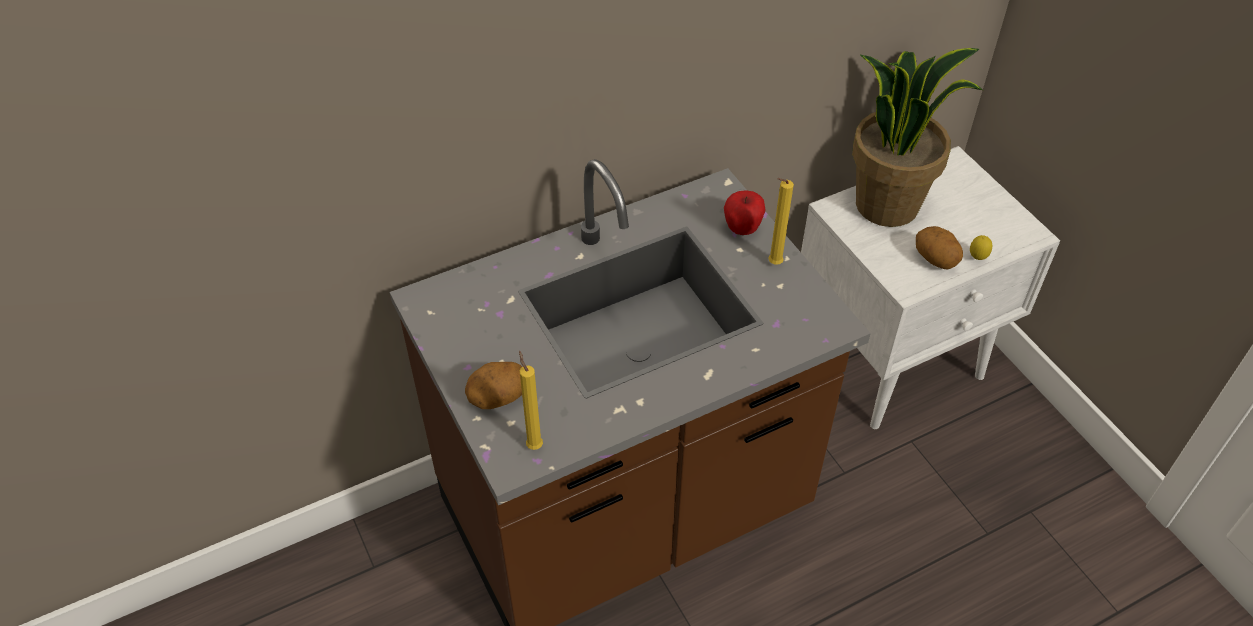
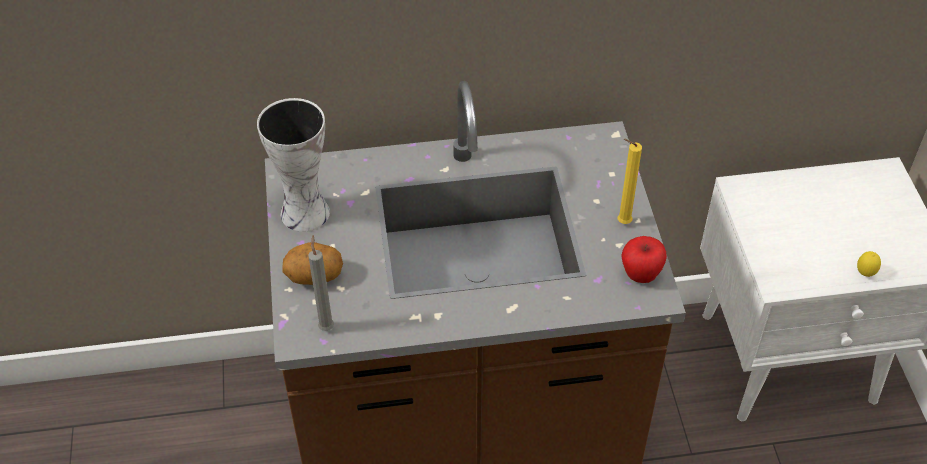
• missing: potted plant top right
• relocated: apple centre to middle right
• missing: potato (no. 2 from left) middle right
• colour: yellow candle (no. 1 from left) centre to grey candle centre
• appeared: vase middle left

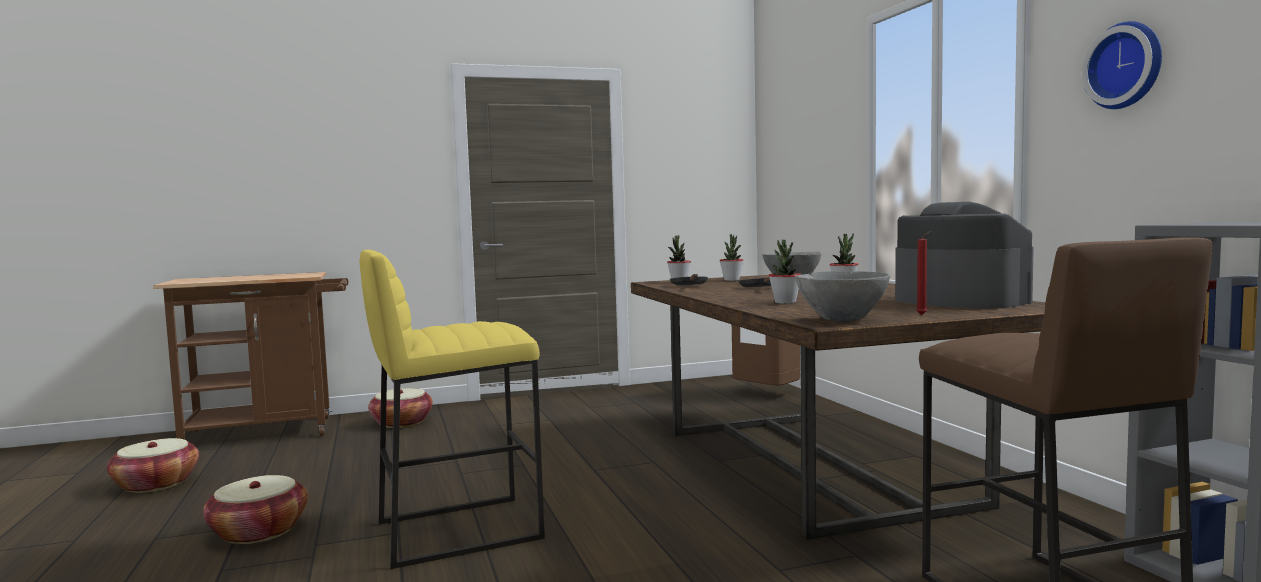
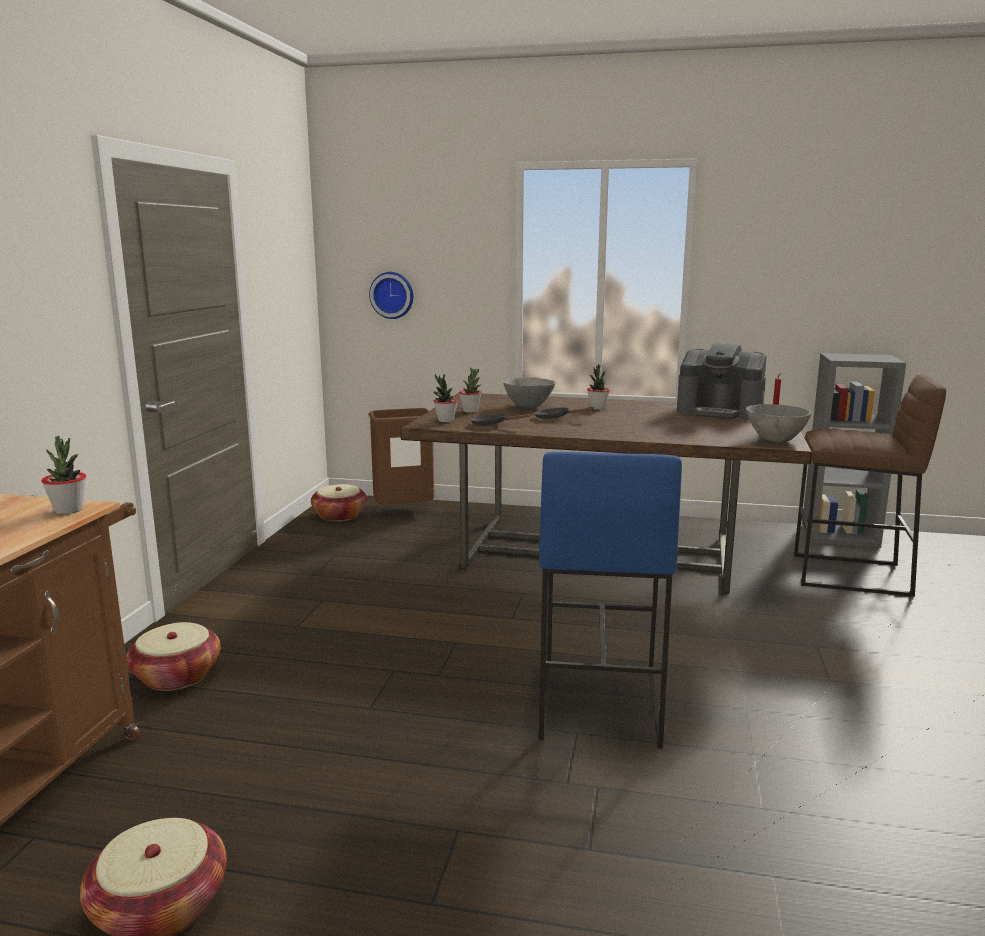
• relocated: wall clock top right to top centre
• spun: coffee machine middle right = middle right 150 degrees counterclockwise
• relocated: potted plant (no. 3 from left in the first image) centre to potted plant (no. 1 from left) middle left
• colour: yellow stool bottom centre to blue stool centre
• relocated: basket (no. 2 from left in the first image) bottom left to basket (no. 3 from left) centre

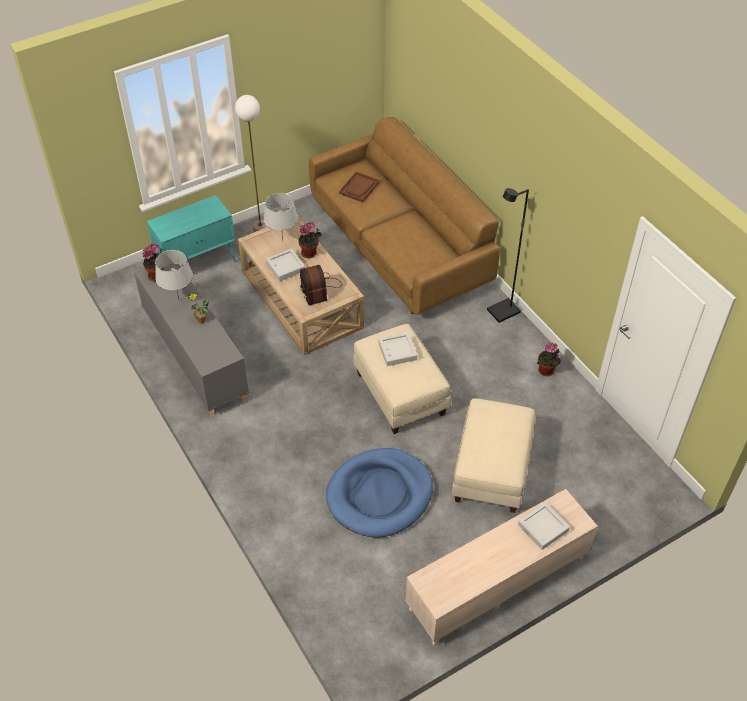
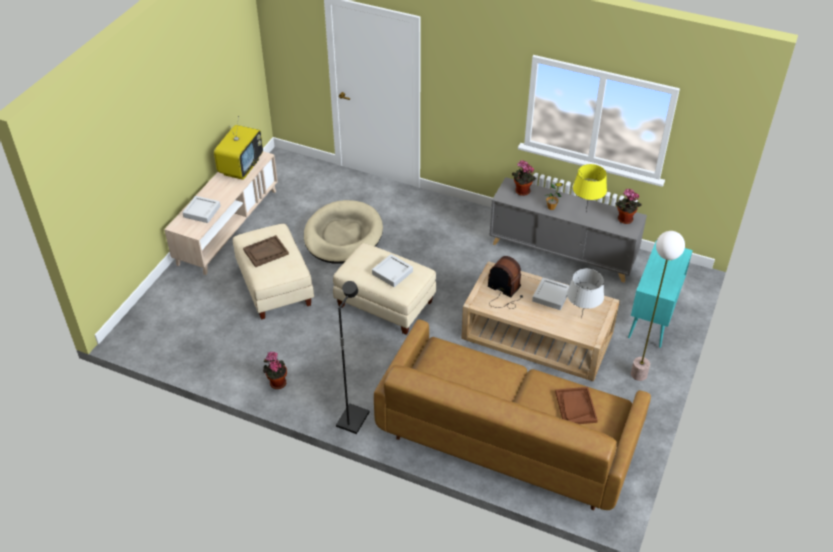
• relocated: potted plant (no. 3 from left in the first image) centre to potted plant (no. 2 from left) top centre
• colour: grey table lamp (no. 1 from left) middle left to yellow table lamp middle right
• colour: blue dog bed bottom centre to beige dog bed centre
• appeared: television top left
• appeared: brown tray (no. 1 from left) middle left

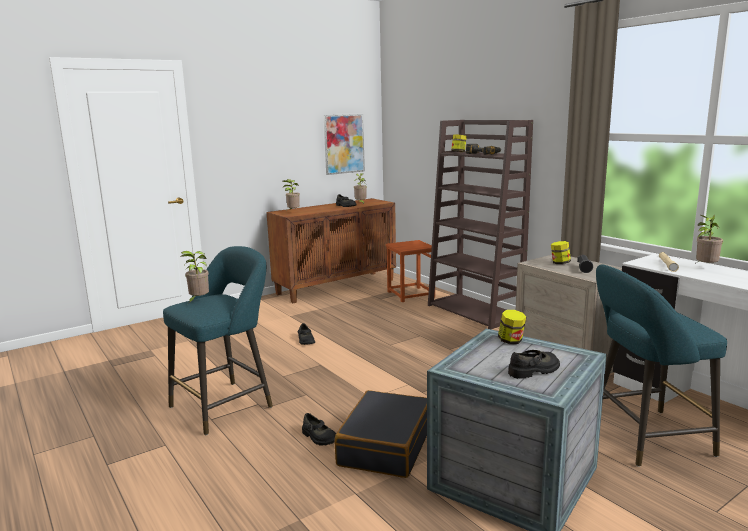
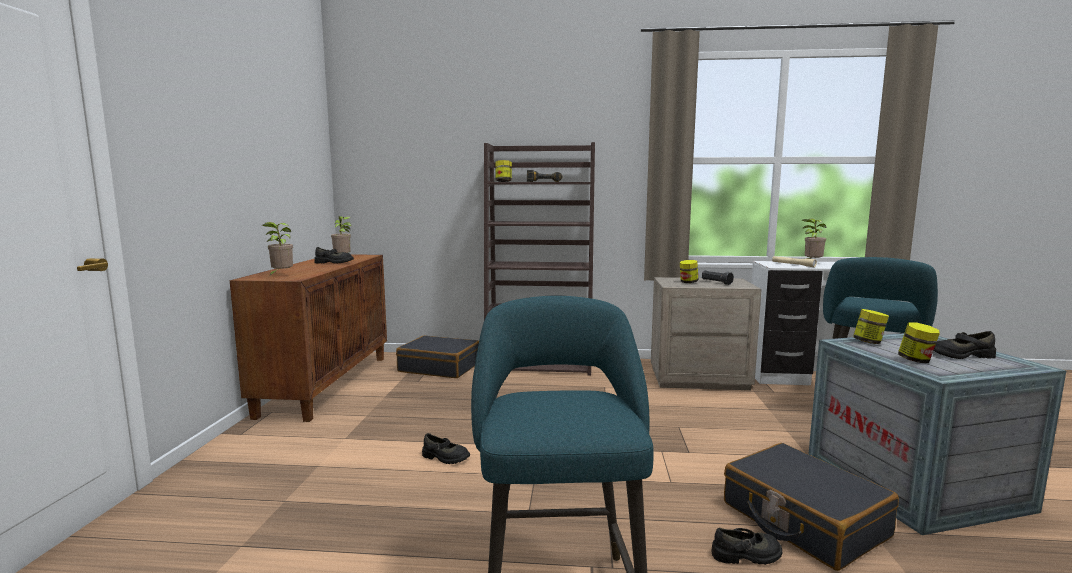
• missing: picture top centre
• exchanged: brown stool centre to black suitcase (no. 1 from left) centre
• missing: potted plant (no. 1 from left) middle left
• spun: black shoe (no. 4 from left) bottom right = middle right 105 degrees counterclockwise
• appeared: jar (no. 4 from left) middle right

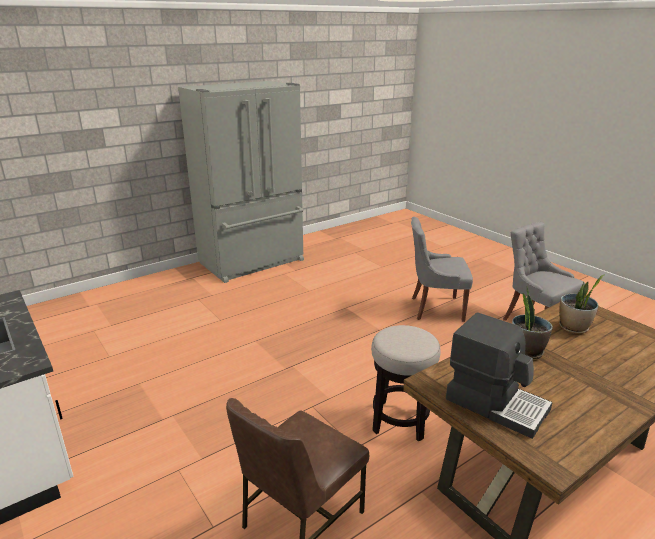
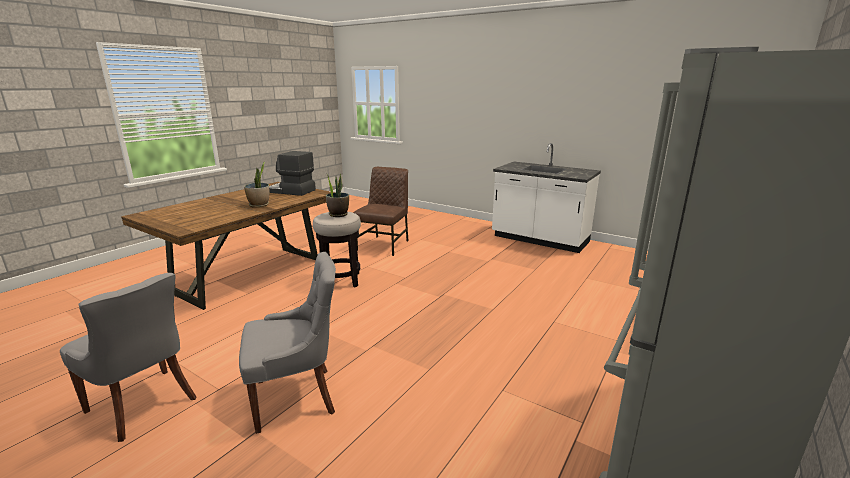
• relocated: potted plant (no. 2 from left) middle right to centre

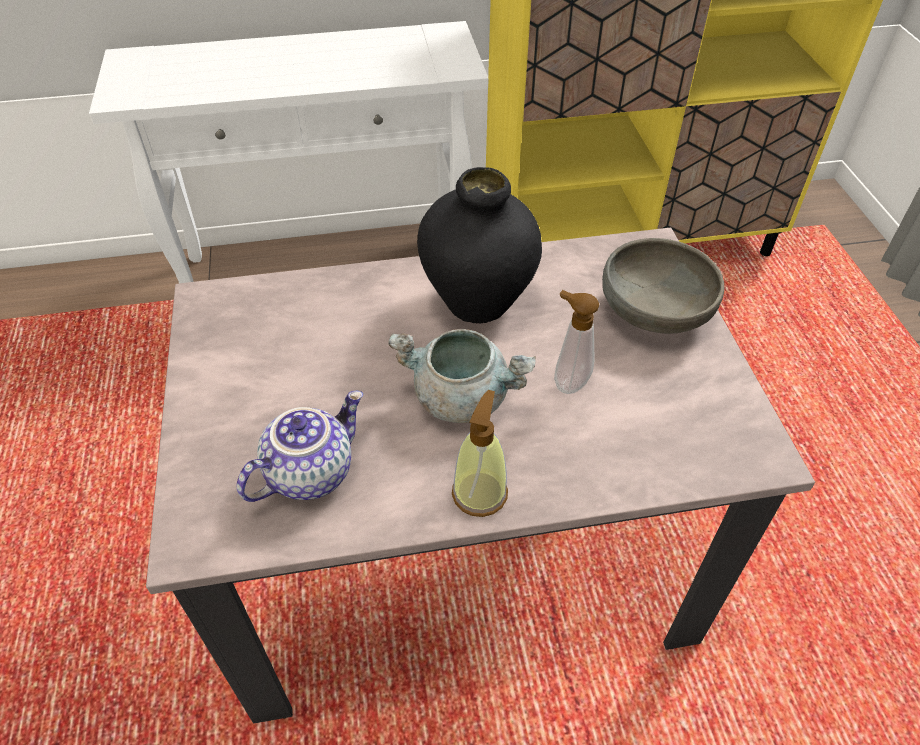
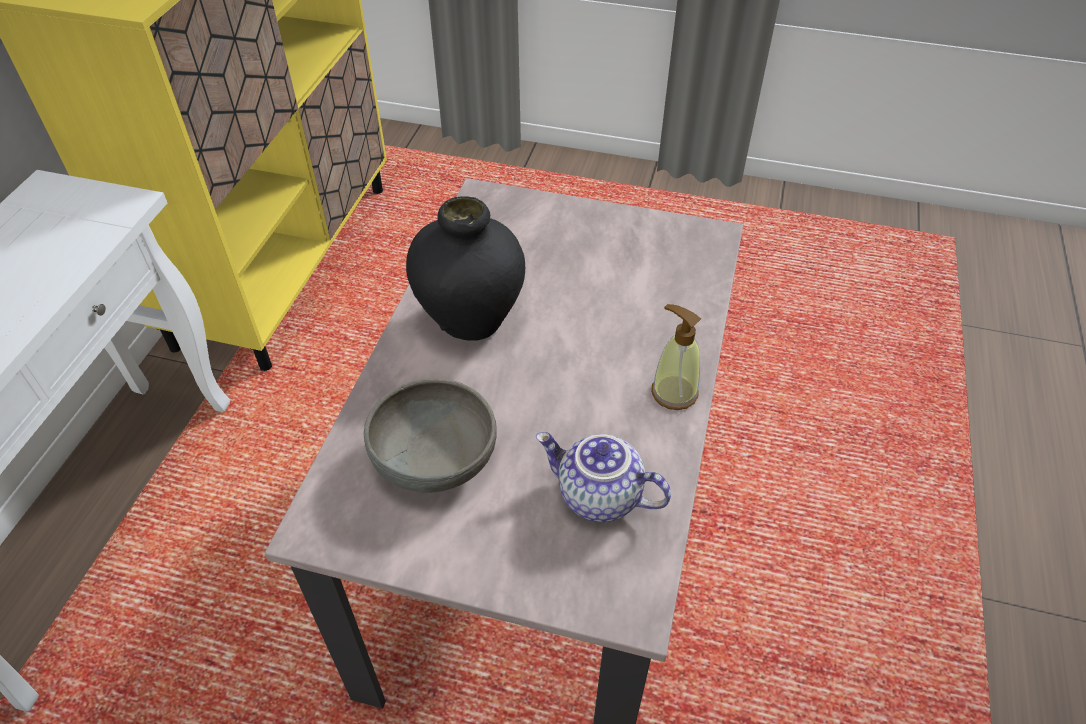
• relocated: grey bowl middle right to centre
• missing: soap dispenser (no. 2 from left) centre
• missing: grey cooking pot centre
• spun: teapot middle left = centre 45 degrees counterclockwise

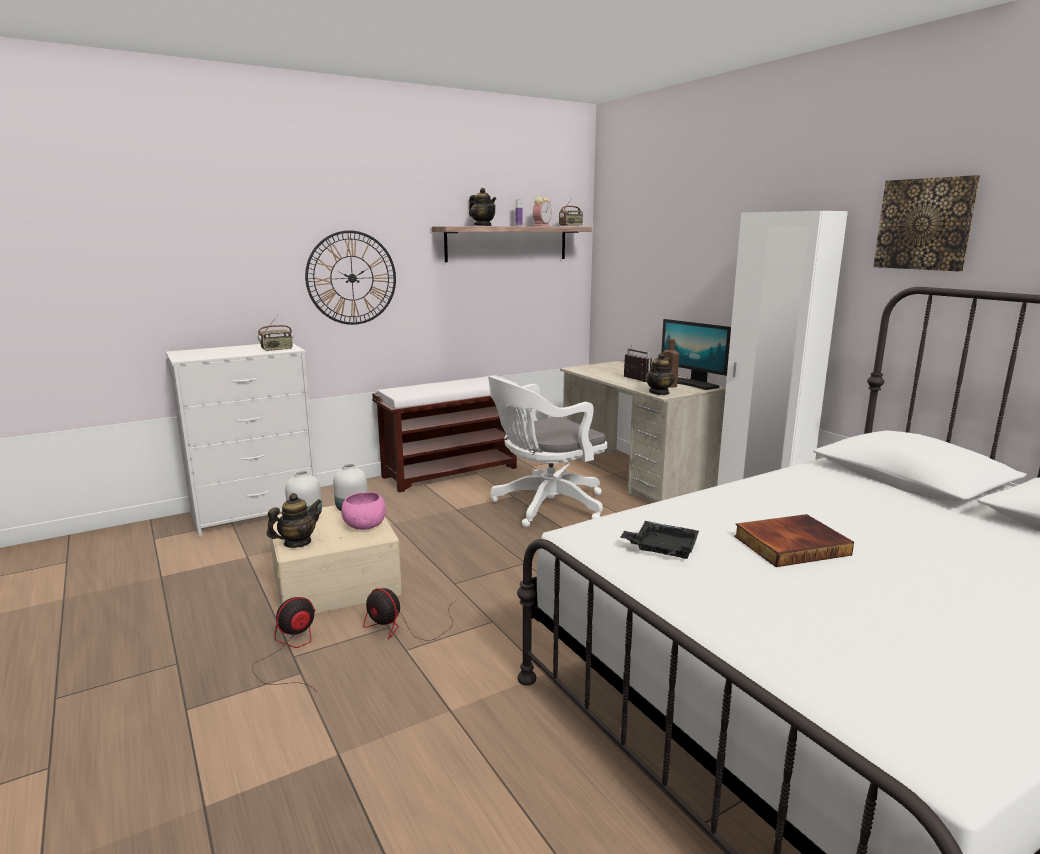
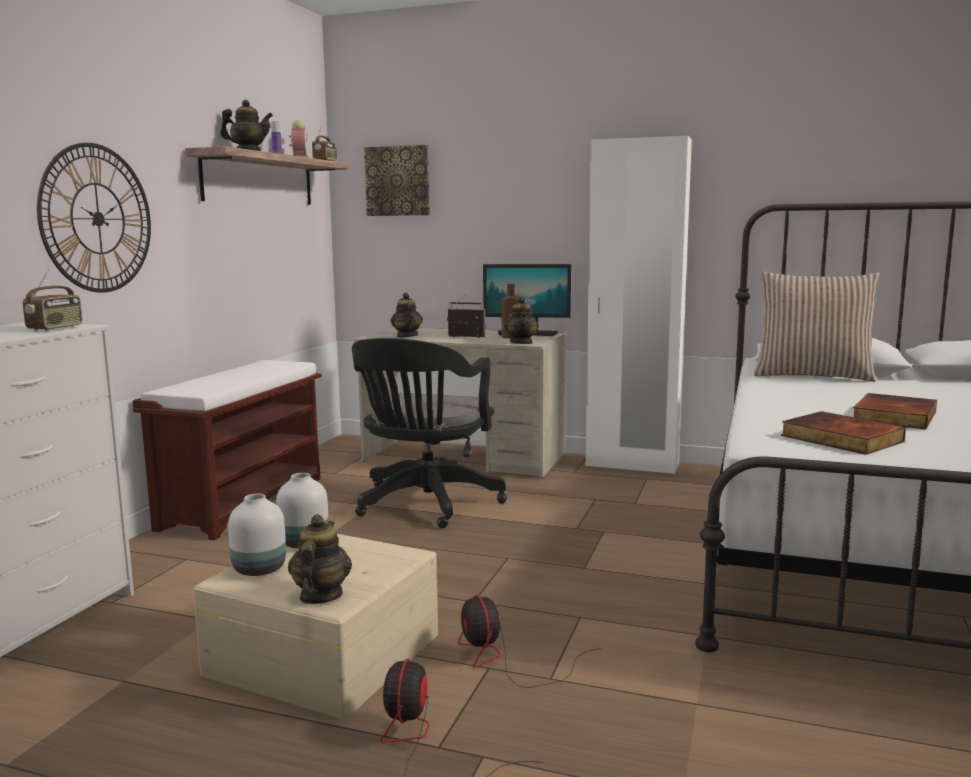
• relocated: picture top right to top centre
• colour: white office chair centre to black office chair centre
• missing: pink bowl centre
• exchanged: black tray centre to book (no. 1 from left) middle right
• spun: fan (no. 2 from left) bottom centre = bottom centre 75 degrees clockwise
• appeared: pillow middle right
• appeared: teapot (no. 3 from left) centre

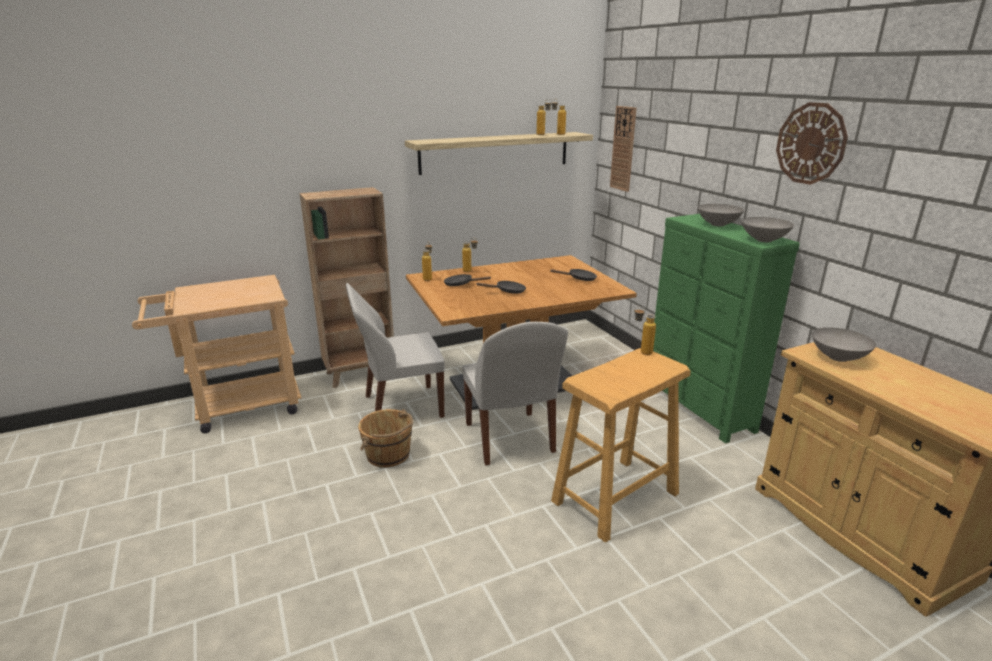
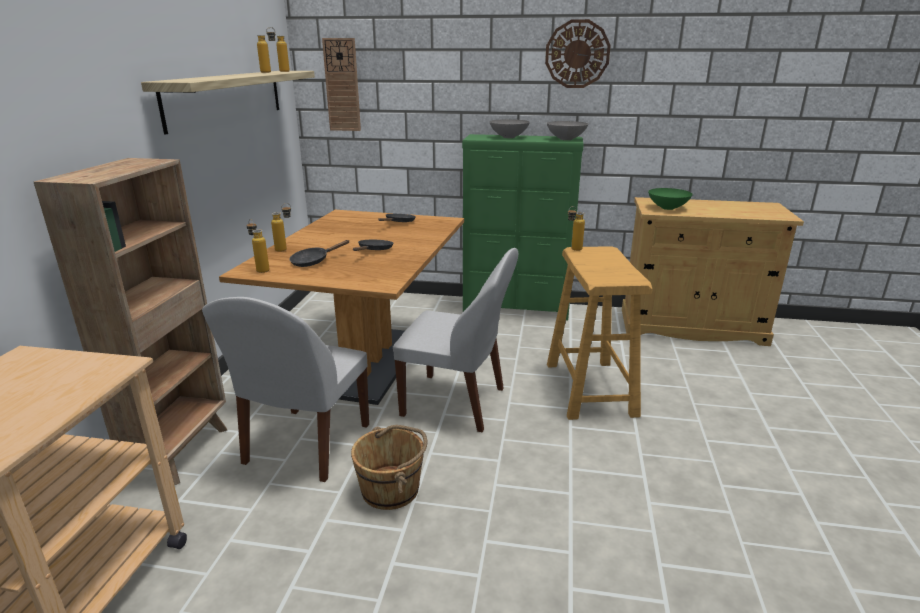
• colour: grey bowl (no. 3 from left) middle right to green bowl top right

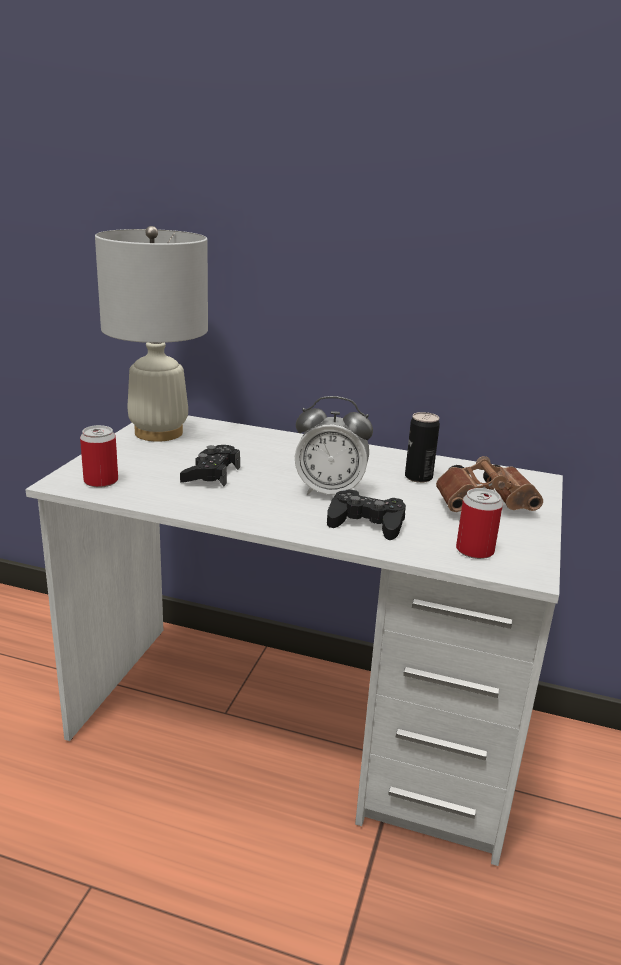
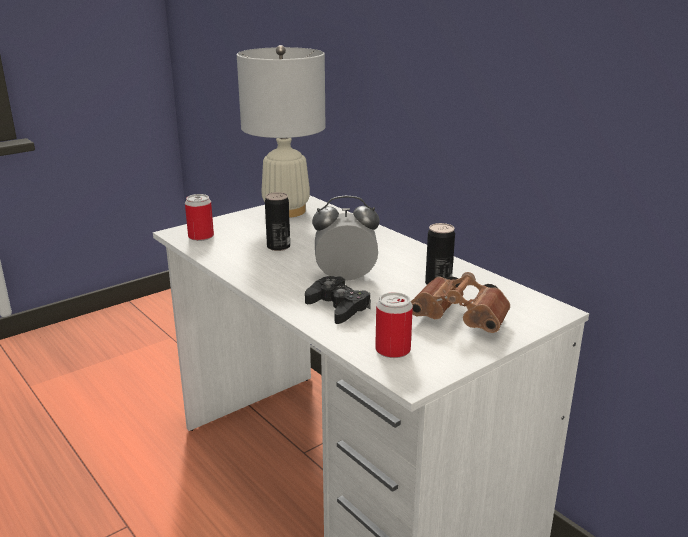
• spun: alarm clock centre = centre 135 degrees clockwise
• exchanged: black game controller (no. 1 from left) centre to can (no. 2 from left) centre

